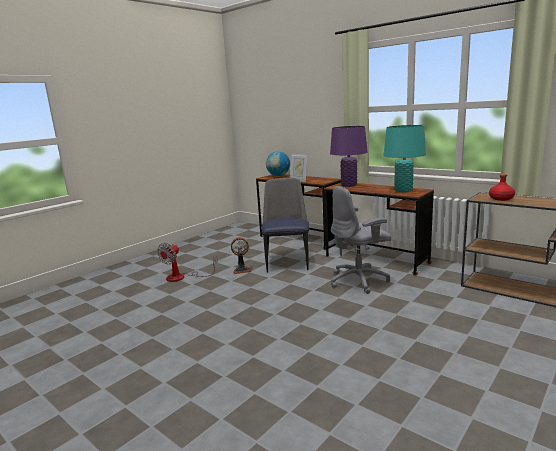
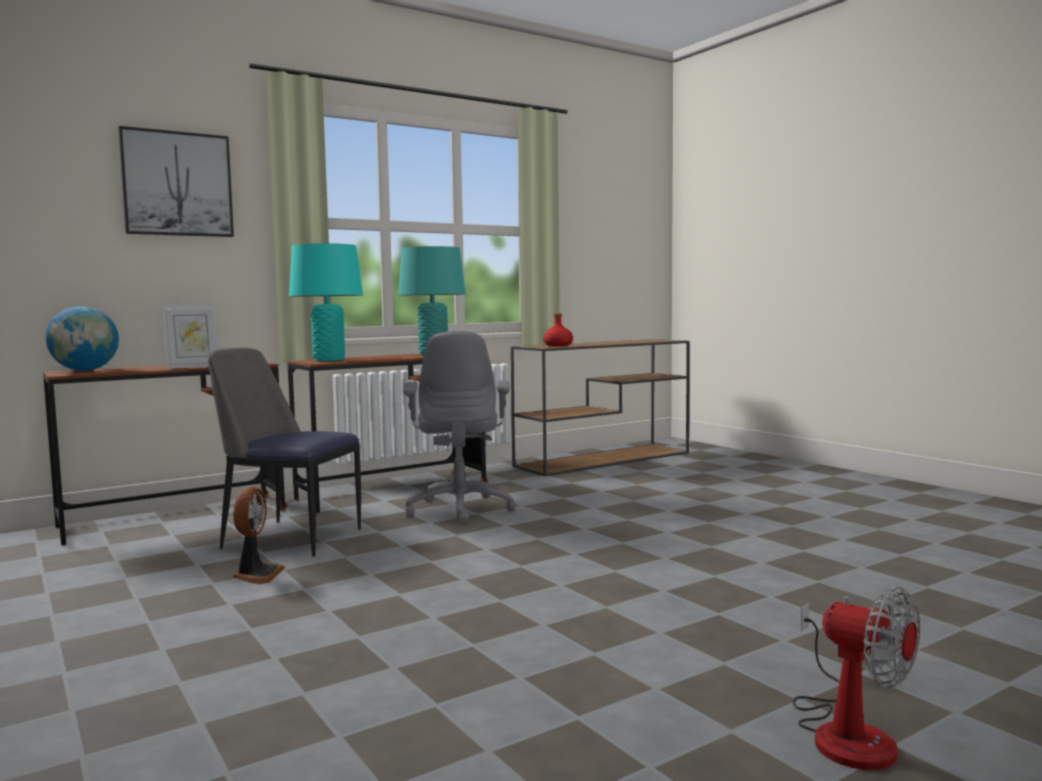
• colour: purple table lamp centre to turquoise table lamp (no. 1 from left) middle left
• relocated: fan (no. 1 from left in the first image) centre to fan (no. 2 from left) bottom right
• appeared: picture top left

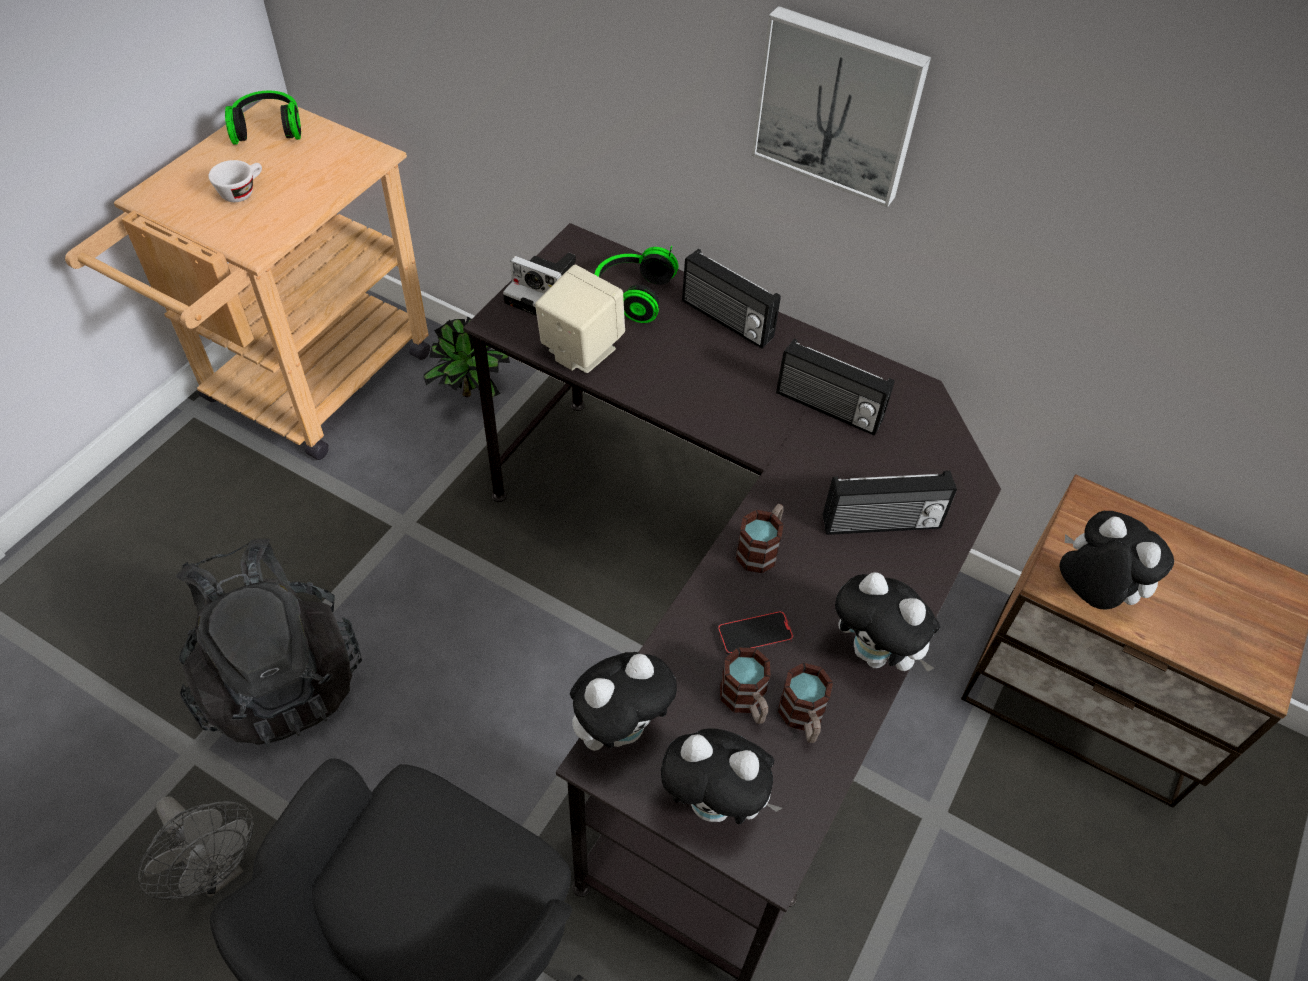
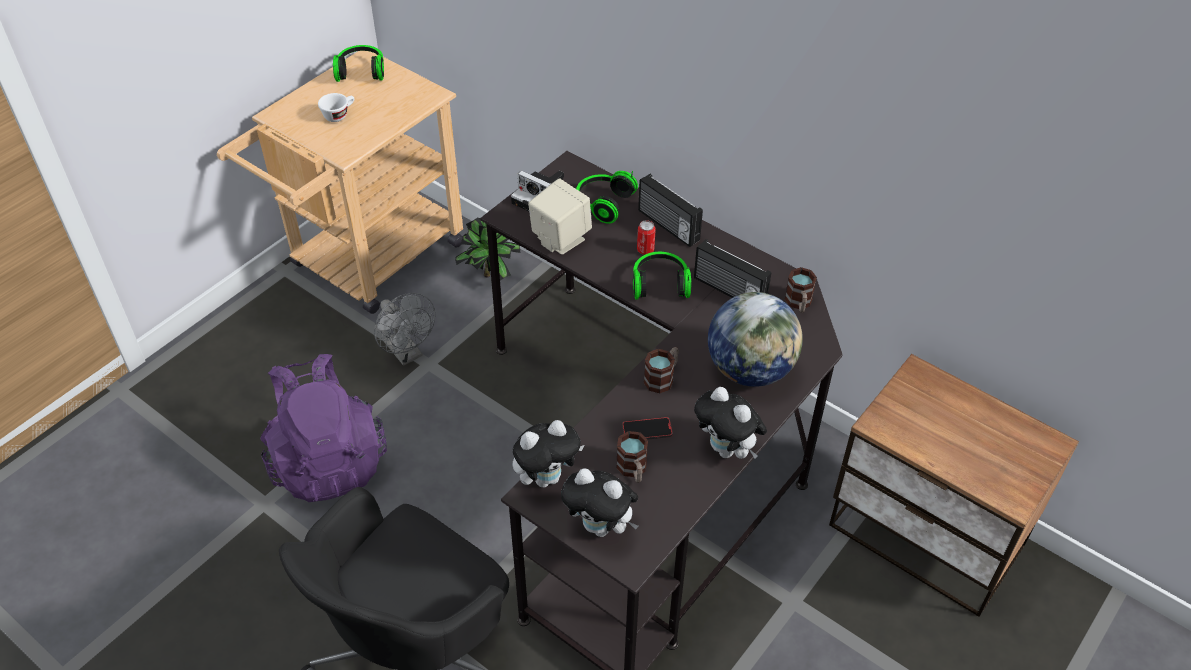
• missing: picture top centre
• exchanged: radio (no. 3 from left) middle right to globe centre
• missing: plush toy (no. 4 from left) middle right
• colour: black backpack middle left to purple backpack middle left
• relocated: mug (no. 3 from left) bottom centre to middle right
• relocated: grey fan bottom left to centre
• appeared: can centre
• appeared: headphones (no. 3 from left) centre

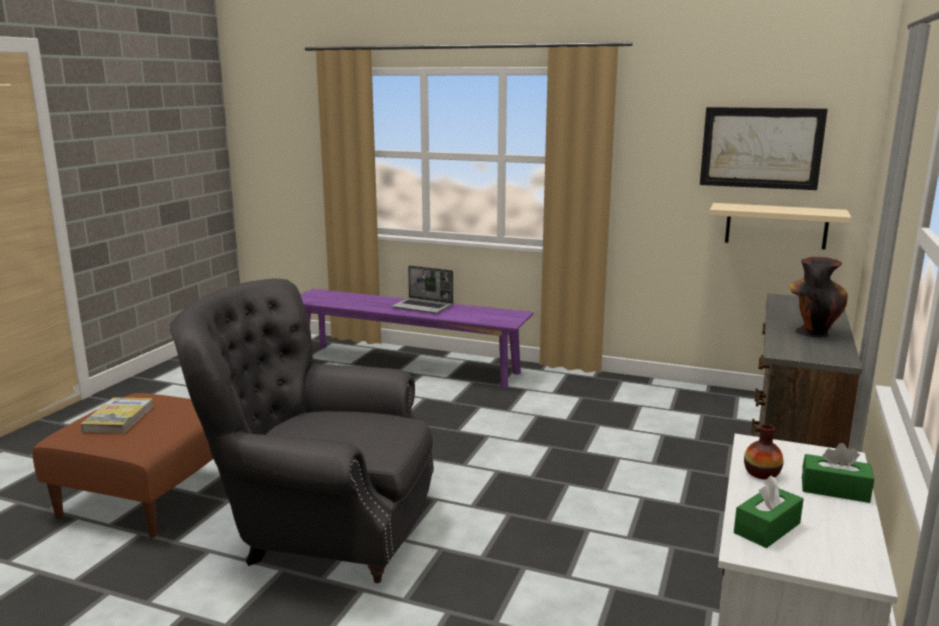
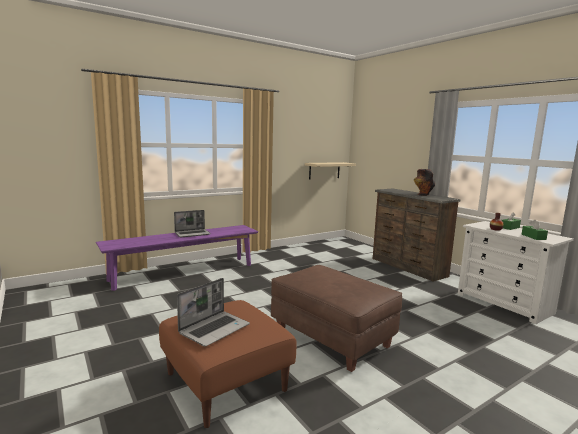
• missing: picture top right
• exchanged: grey armchair bottom left to brown ottoman (no. 2 from left) bottom centre
• exchanged: book middle left to laptop (no. 2 from left) bottom centre

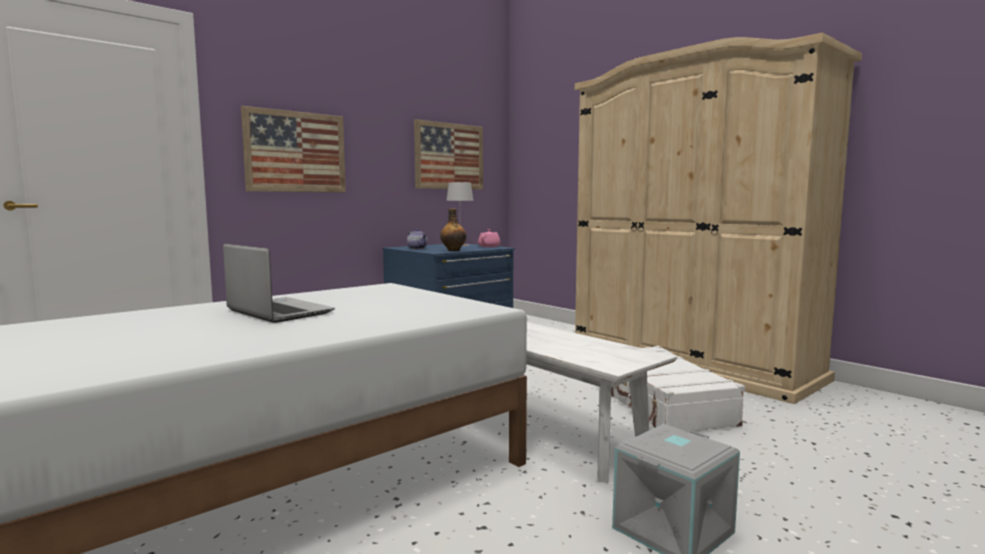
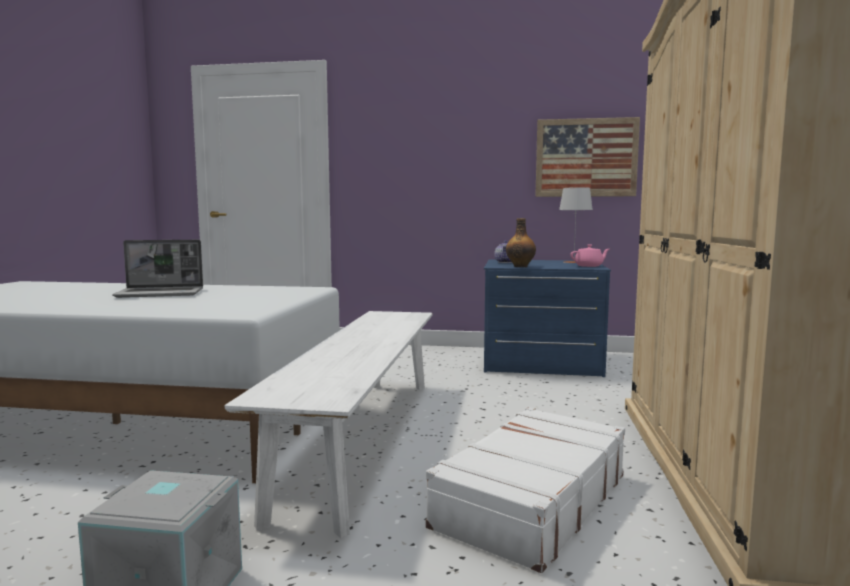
• missing: picture (no. 1 from left) top left
• spun: laptop middle left = middle left 75 degrees clockwise

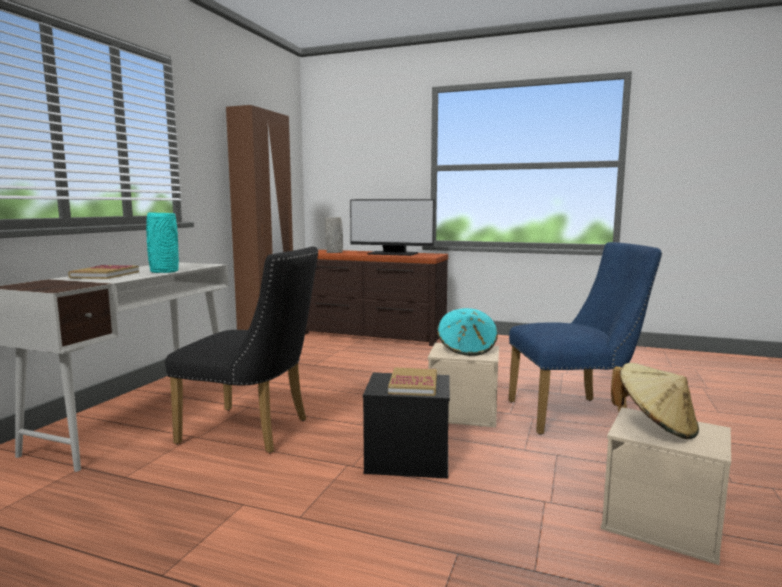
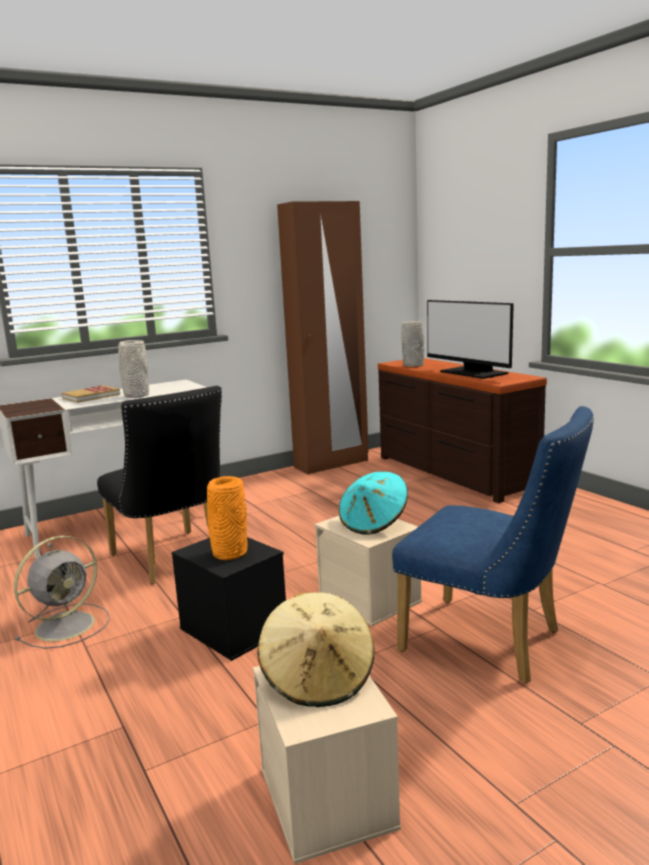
• colour: turquoise vase middle left to grey vase (no. 1 from left) middle left
• exchanged: book (no. 2 from left) centre to orange vase centre
• appeared: grey fan bottom left

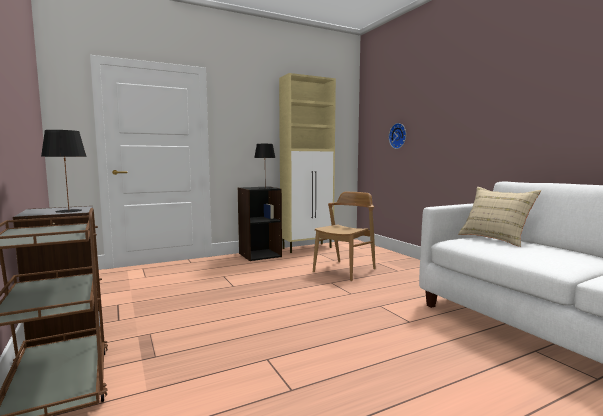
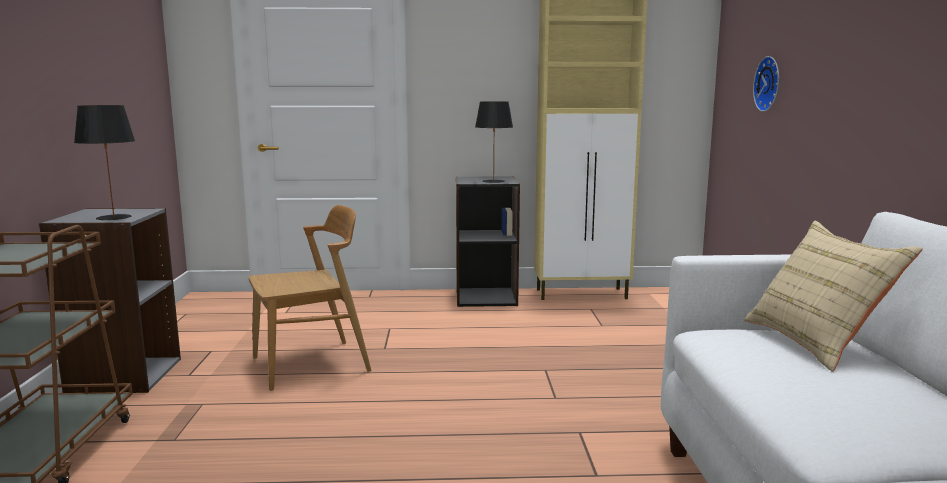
• relocated: brown chair centre to middle left

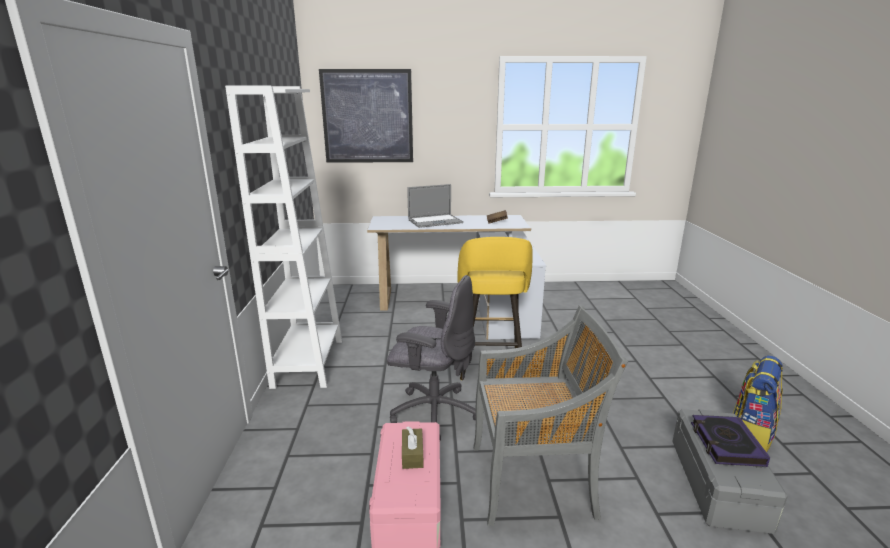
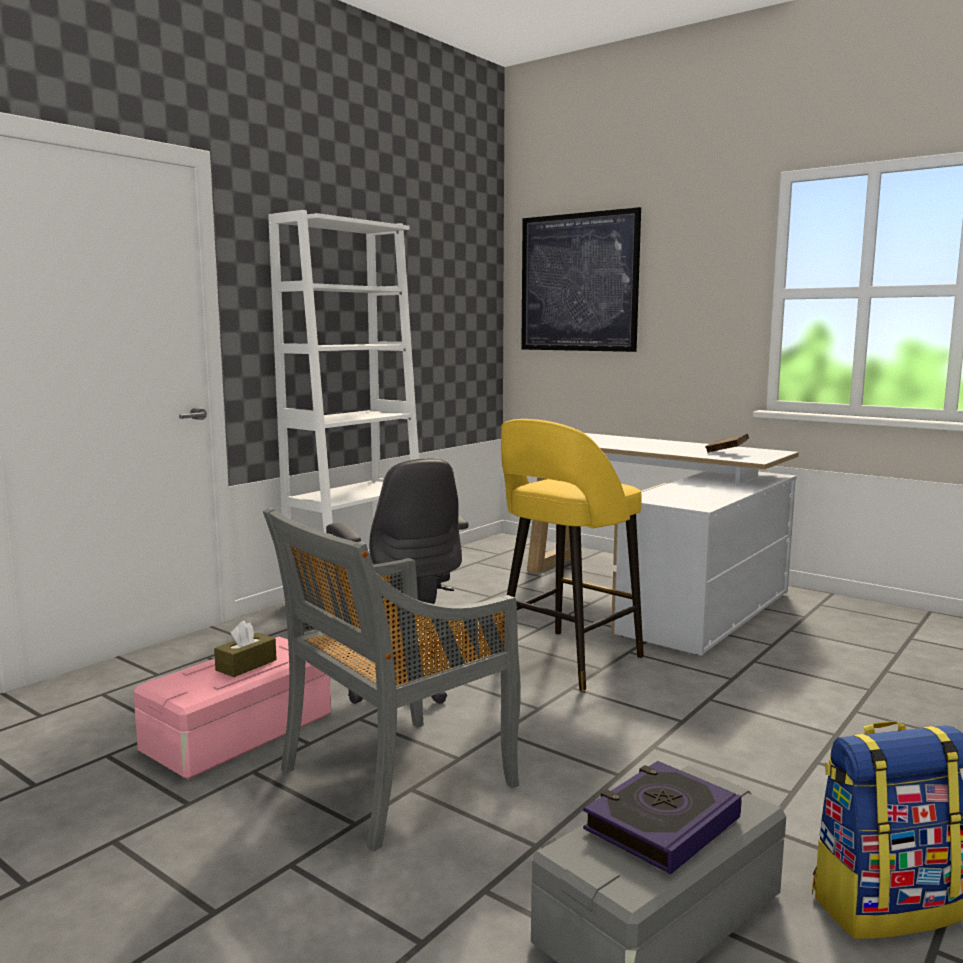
• missing: laptop centre
• spun: grey chair bottom centre = bottom centre 105 degrees clockwise

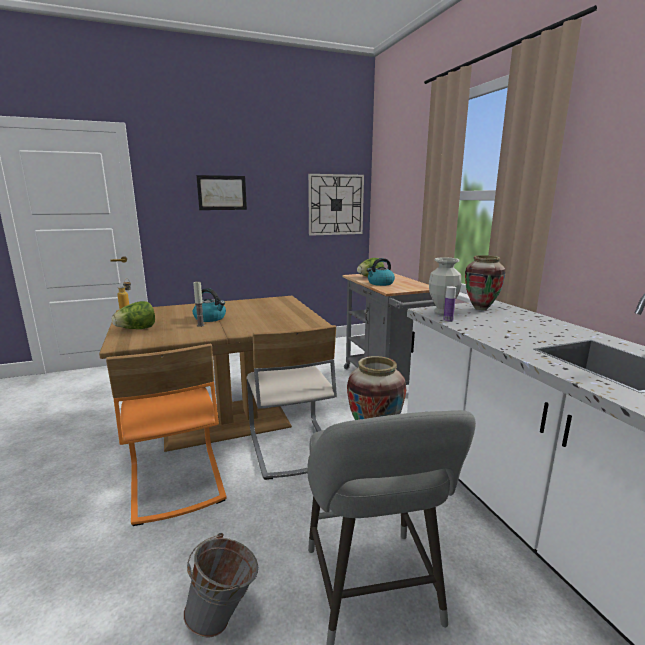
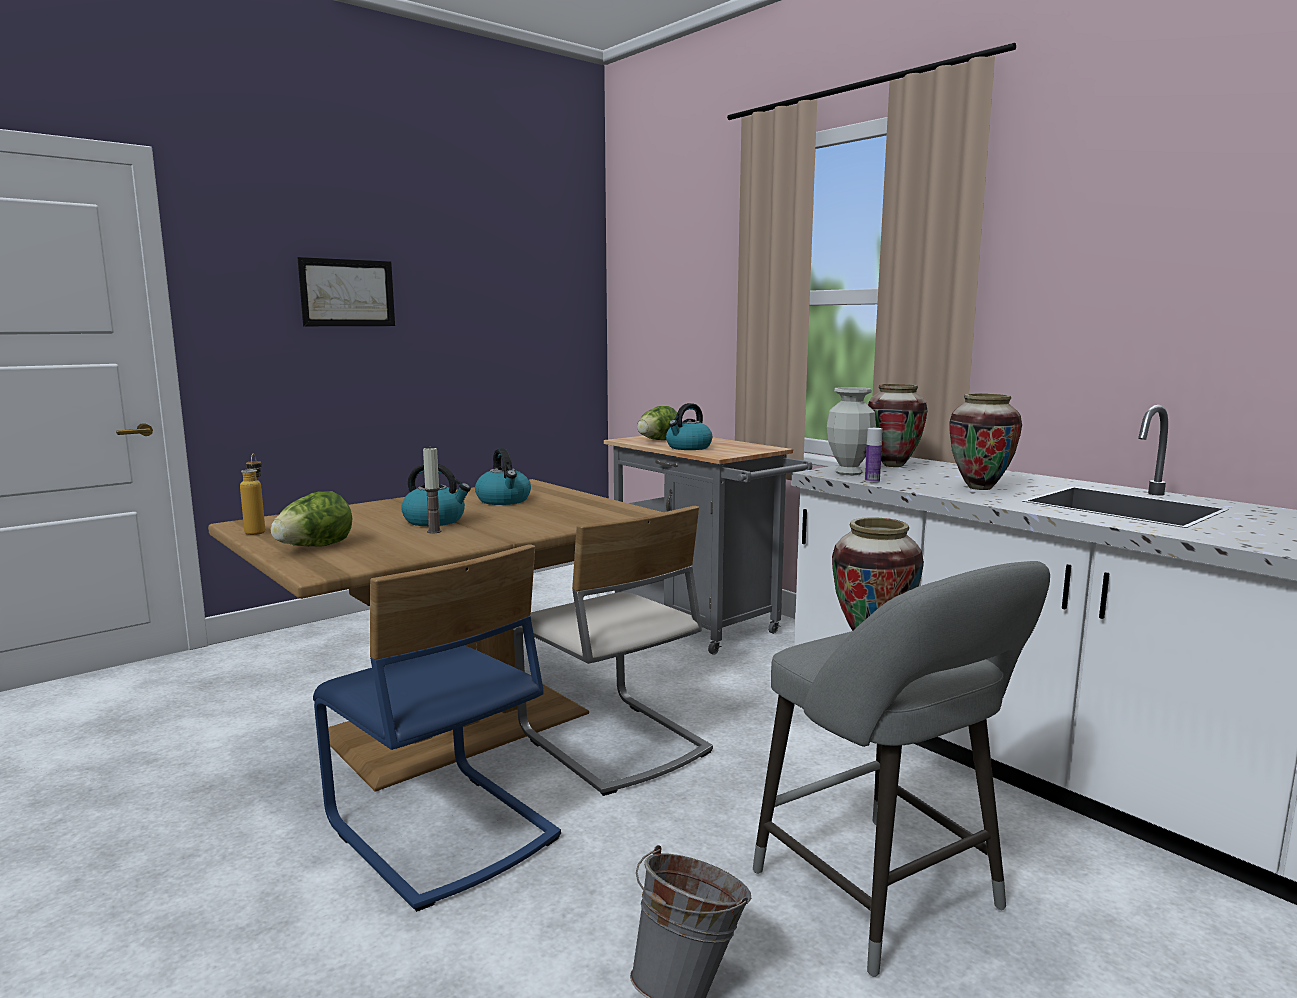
• missing: wall clock top centre
• colour: orange chair bottom left to blue chair bottom centre
• appeared: vase (no. 4 from left) middle right
• appeared: kettle (no. 2 from left) centre

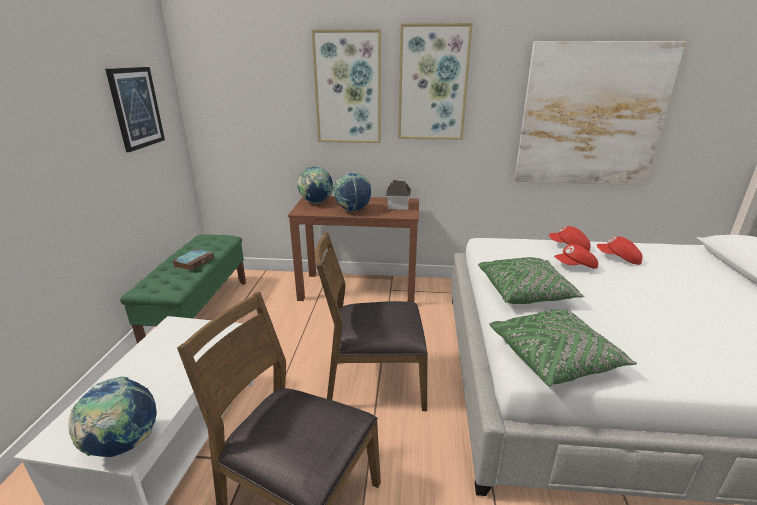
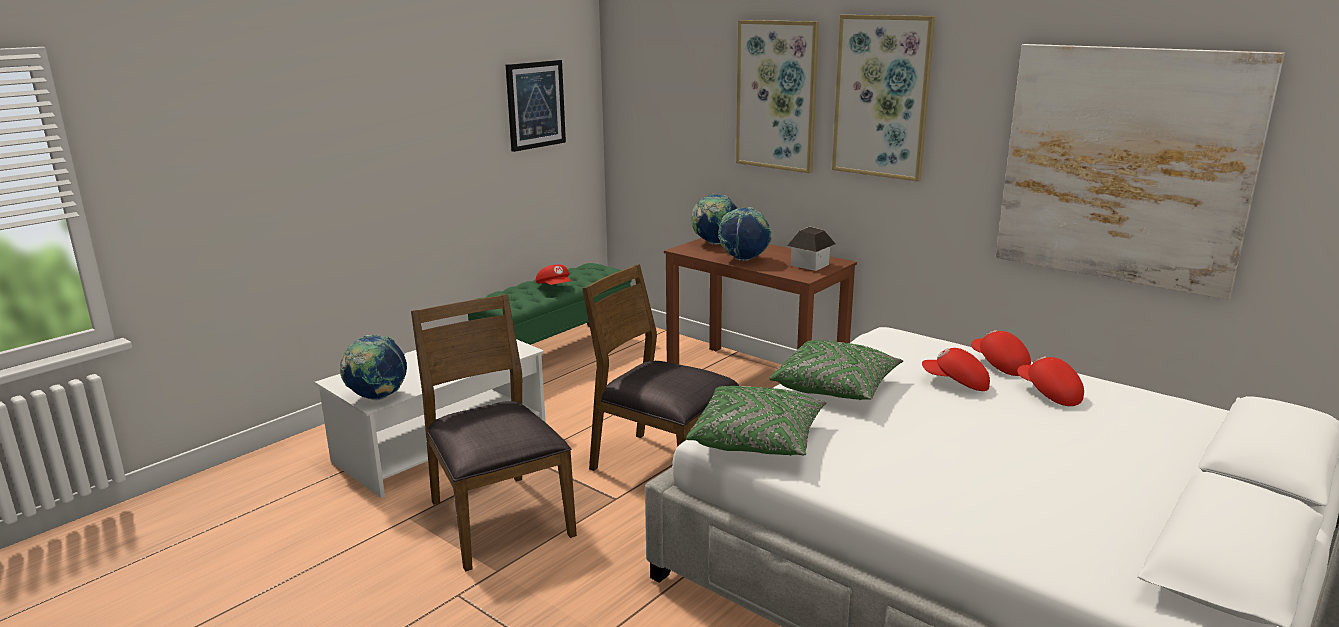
• exchanged: book middle left to red cap (no. 1 from left) centre

